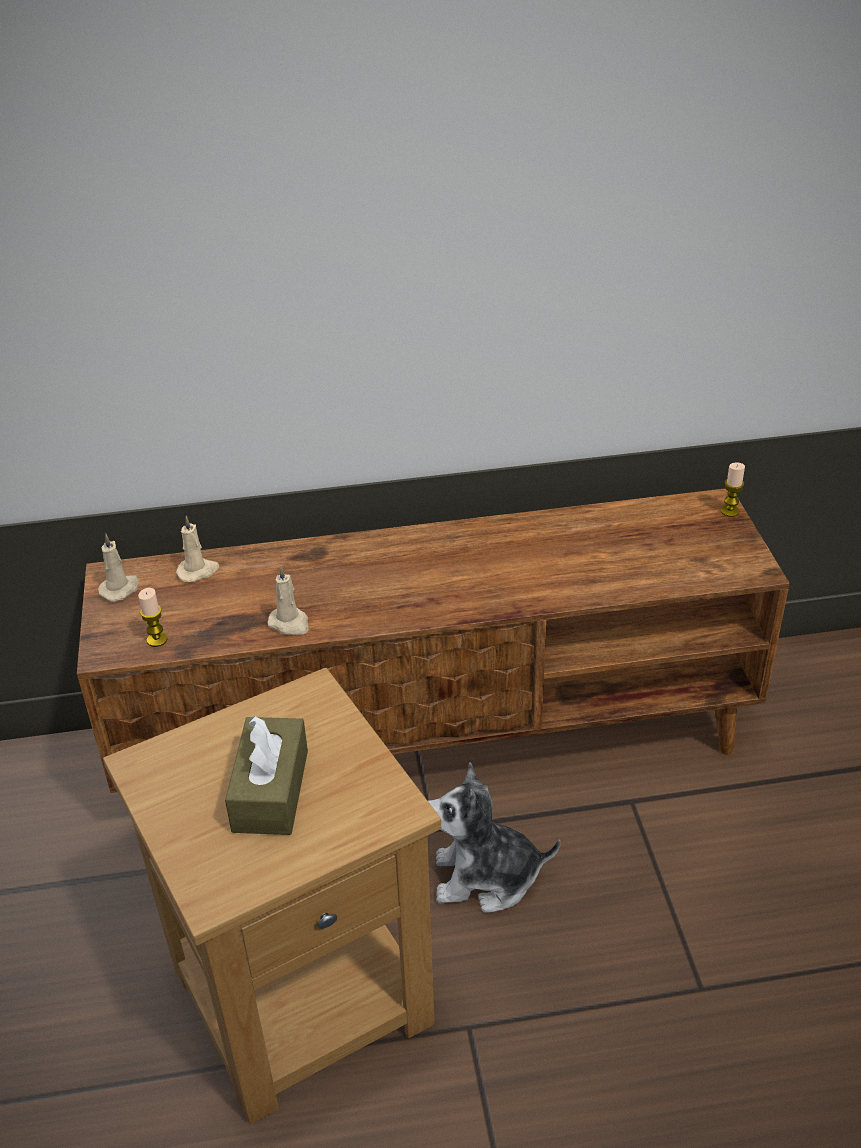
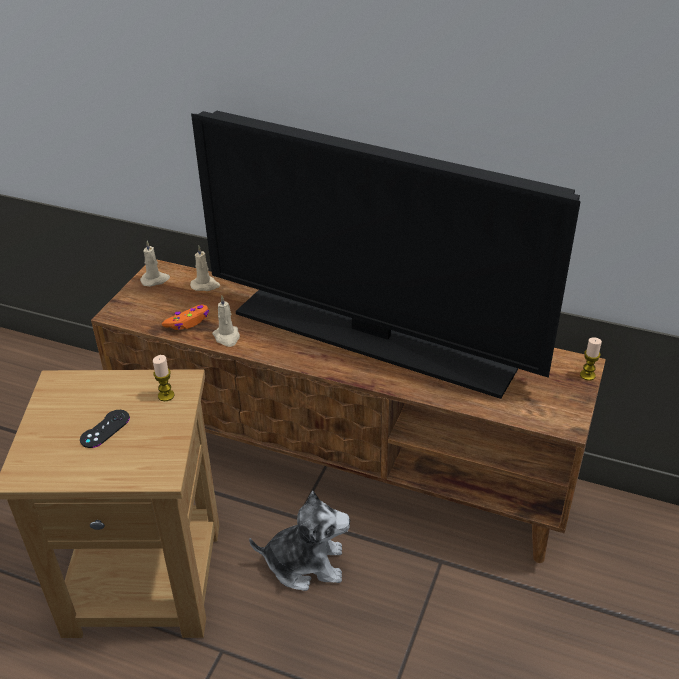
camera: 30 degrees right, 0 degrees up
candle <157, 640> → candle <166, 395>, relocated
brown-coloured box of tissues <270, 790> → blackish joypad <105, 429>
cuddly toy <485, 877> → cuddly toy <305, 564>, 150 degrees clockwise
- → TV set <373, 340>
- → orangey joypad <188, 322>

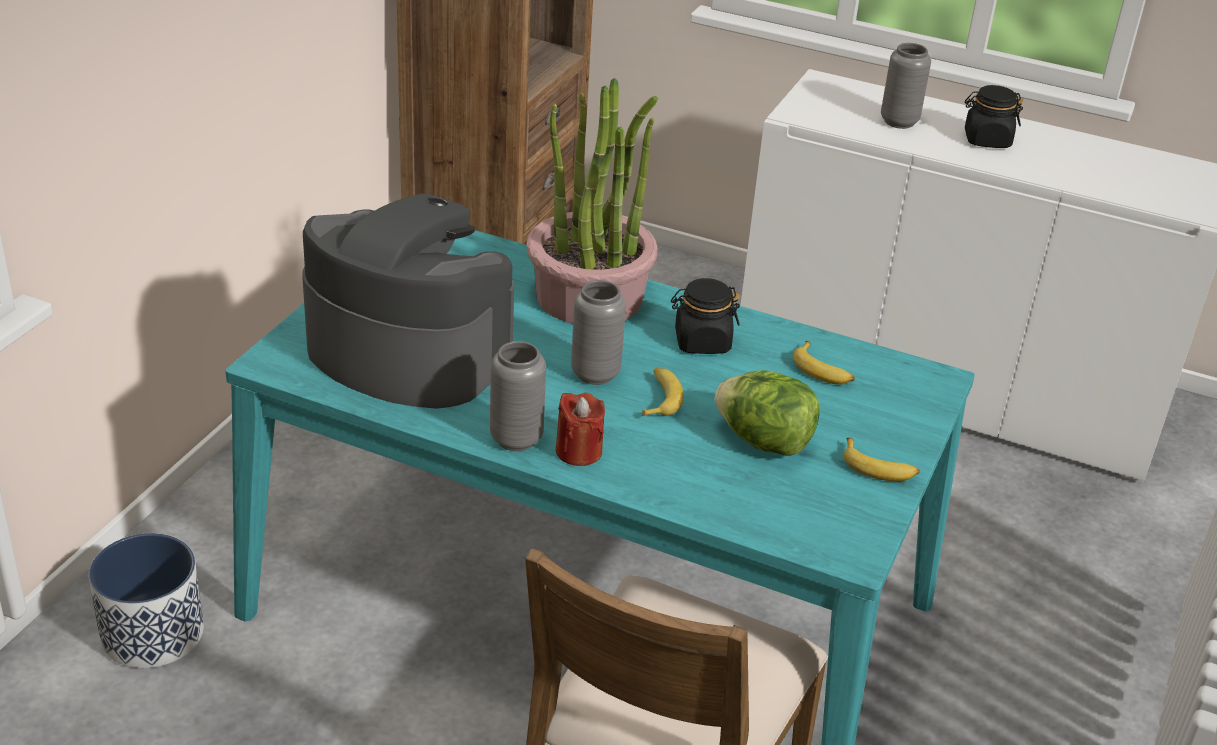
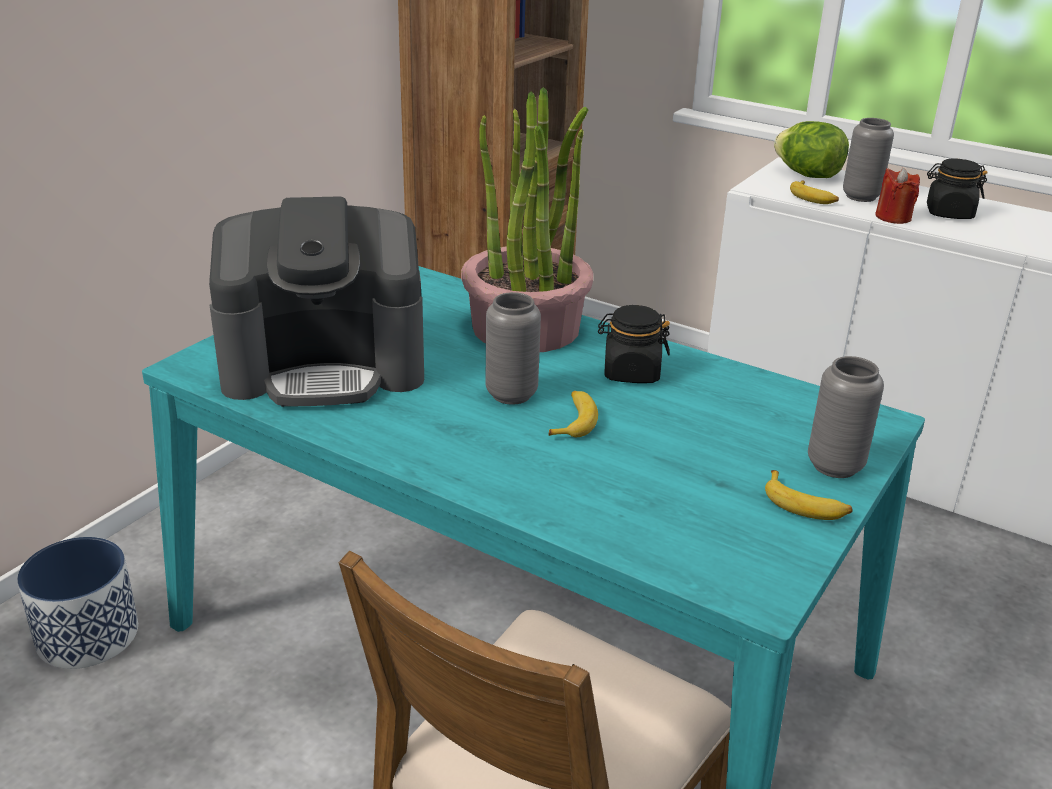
camera: 10 degrees right, 5 degrees down
coffee maker <406, 353> → coffee maker <325, 365>, 135 degrees clockwise
greyish decorative vase <516, 439> → greyish decorative vase <834, 466>, relocated
whole banana <822, 371> → whole banana <813, 198>, relocated
lettuce head <764, 442> → lettuce head <807, 175>, relocated
red candle <578, 451> → red candle <893, 217>, relocated

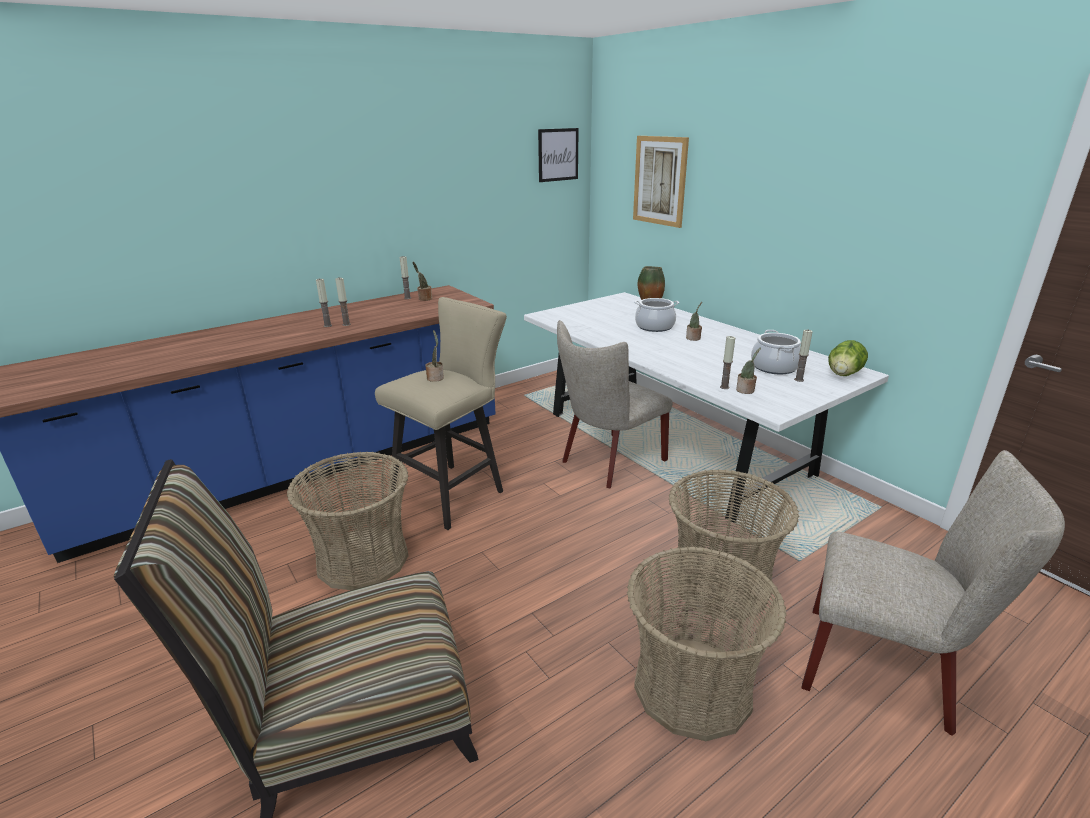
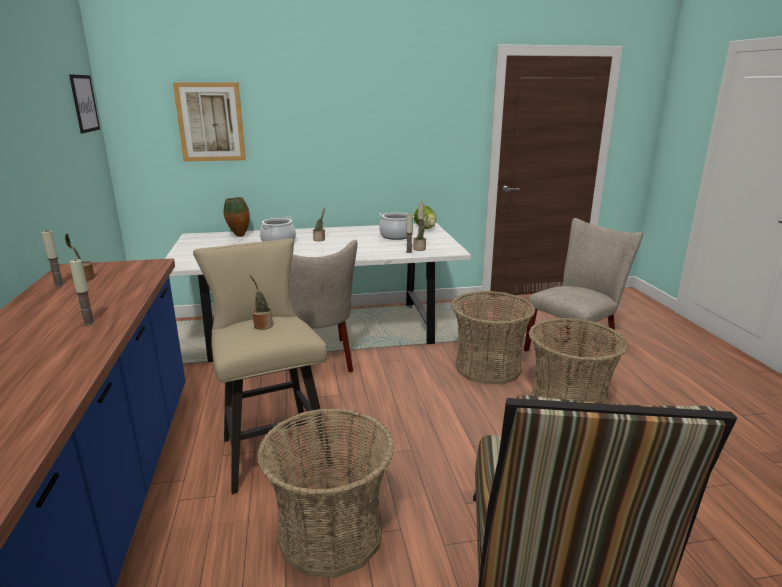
camera: 65 degrees left, 5 degrees down
candle <327, 325> → -

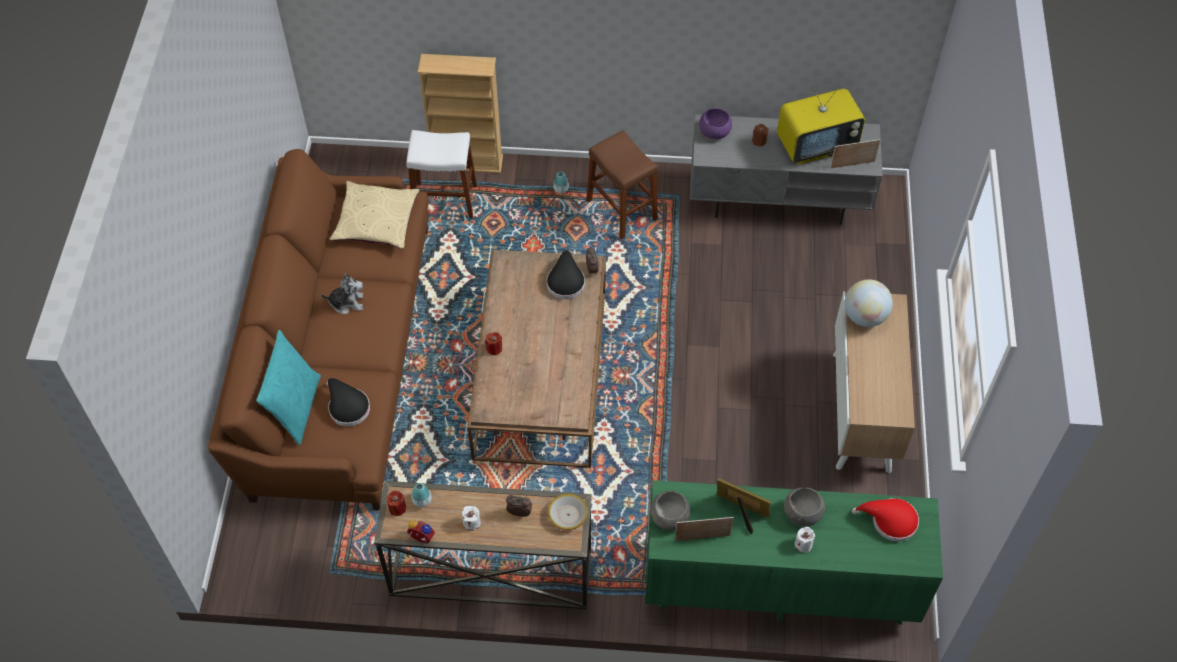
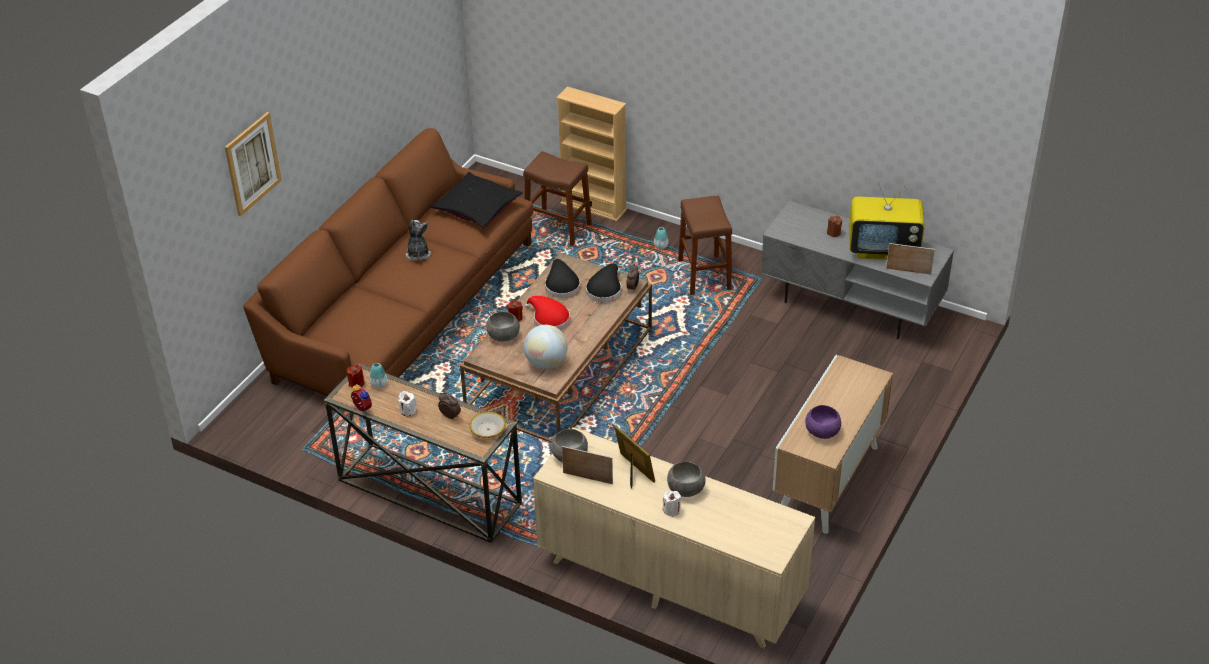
camera: 25 degrees right, 15 degrees down
purple serving bowl <715, 132> → purple serving bowl <822, 431>, relocated
white-coloured stool seat <445, 200> → brown-coloured stool seat <558, 228>
beige cushion <376, 221> → blackish cushion <476, 208>
cuddly toy <347, 302> → cuddly toy <418, 254>, 120 degrees counterclockwise
desk globe <864, 316> → desk globe <546, 363>, relocated
turquoise cushion <296, 408> → -
blackish hat <347, 407> → blackish hat <561, 285>, relocated
green-coloured dresser <779, 584> → beige dresser <670, 581>
red hat <890, 521> → red hat <549, 319>, relocated
- → wall art <252, 163>
- → greyish serving bowl <503, 335>

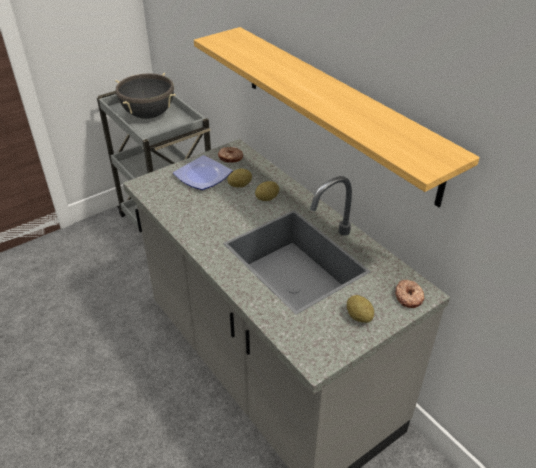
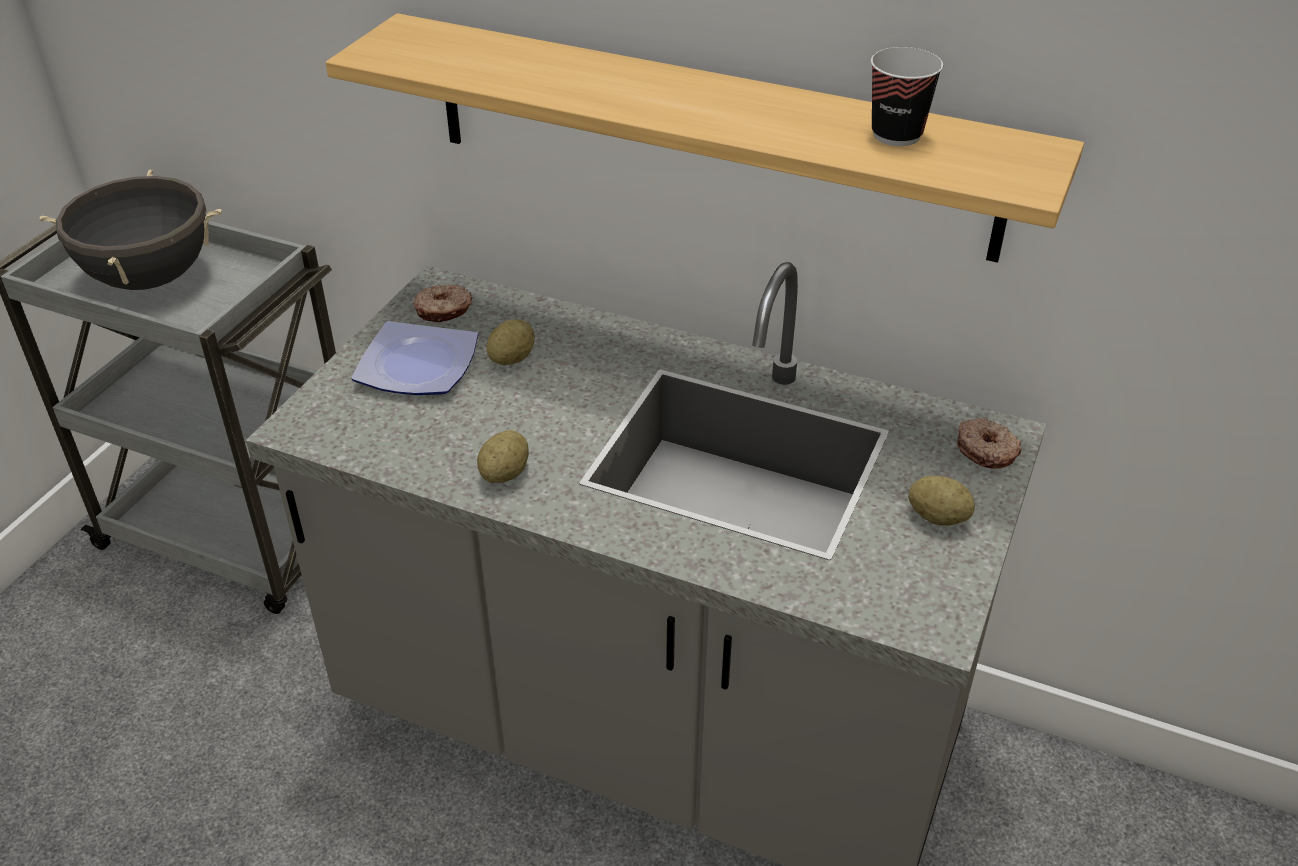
camera: 30 degrees left, 0 degrees up
whole potato <267, 198> → whole potato <505, 473>, relocated
- → drinking cup <896, 135>

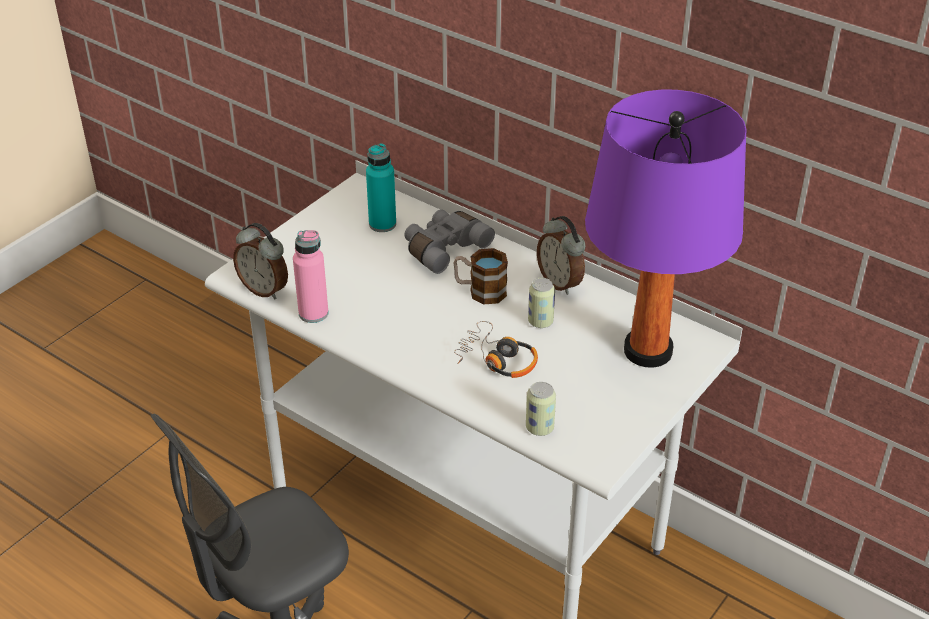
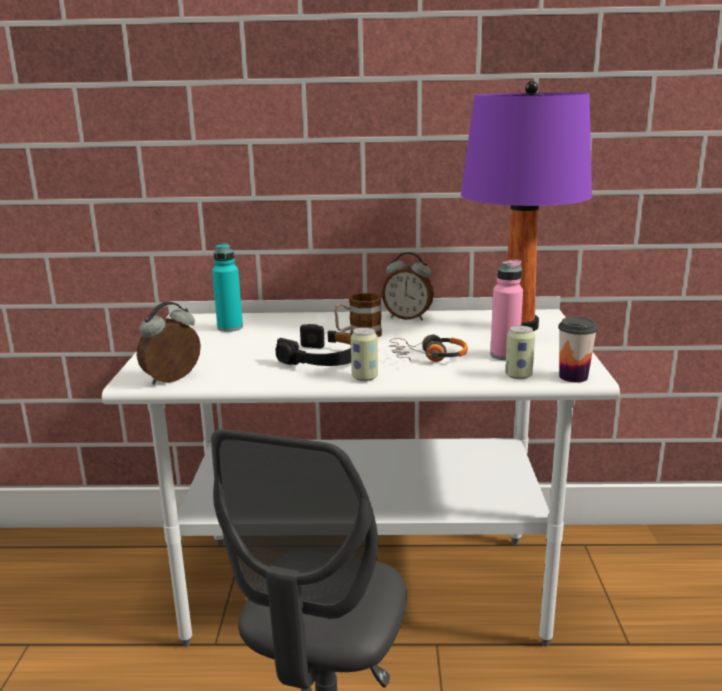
camera: 35 degrees left, 20 degrees down
greyish pair of binoculars <444, 248> → -
table clock <265, 289> → table clock <173, 380>, 135 degrees clockwise
pink bottle <313, 313> → pink bottle <504, 355>, relocated
sealed can <540, 322> → sealed can <364, 377>, relocated
- → drinking cup <573, 377>
- → blackish pair of headphones <323, 358>

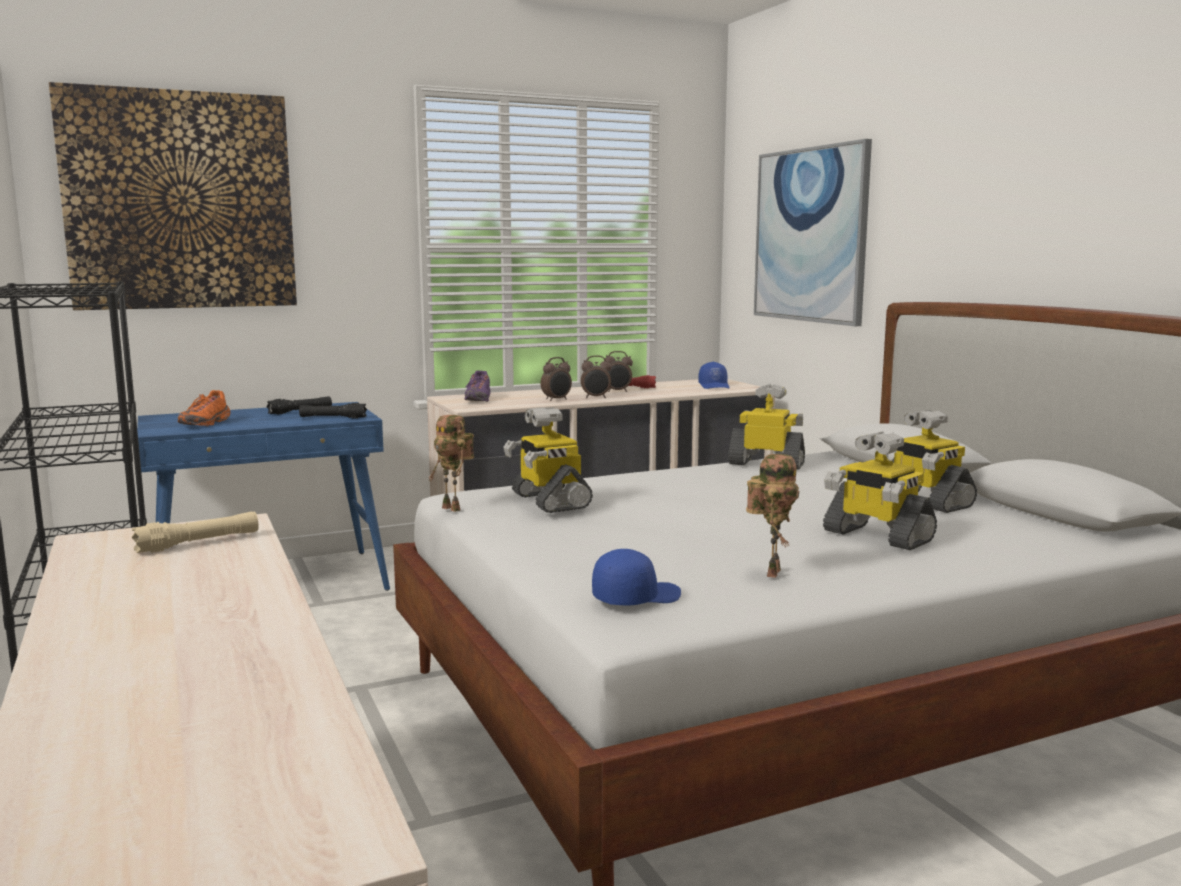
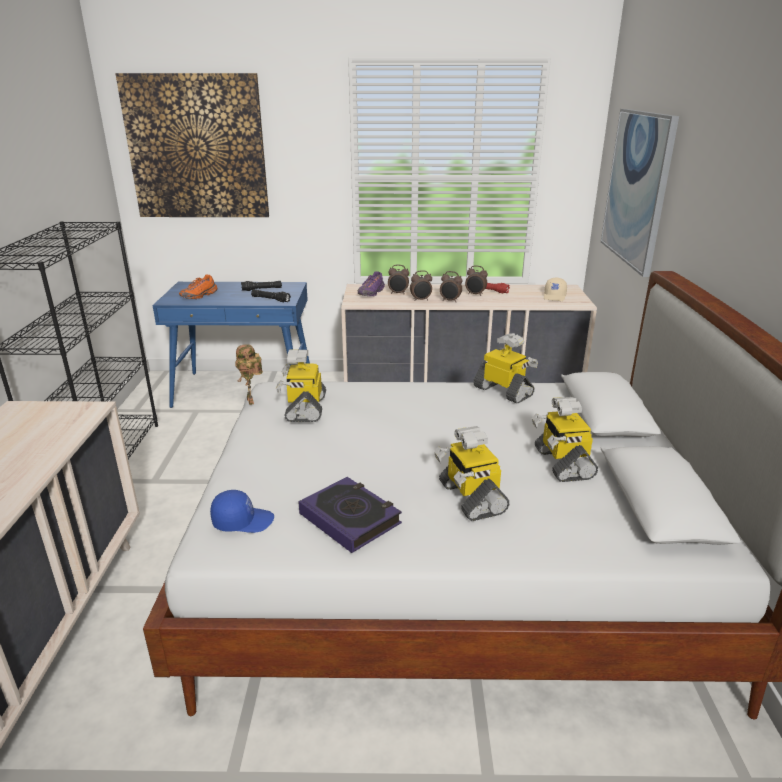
camera: 25 degrees right, 15 degrees up
blue-coloured peaked cap <714, 386> → beige peaked cap <555, 297>
model robot <770, 572> → book <350, 518>
beige torch <198, 543> → -
- → table clock <398, 293>

